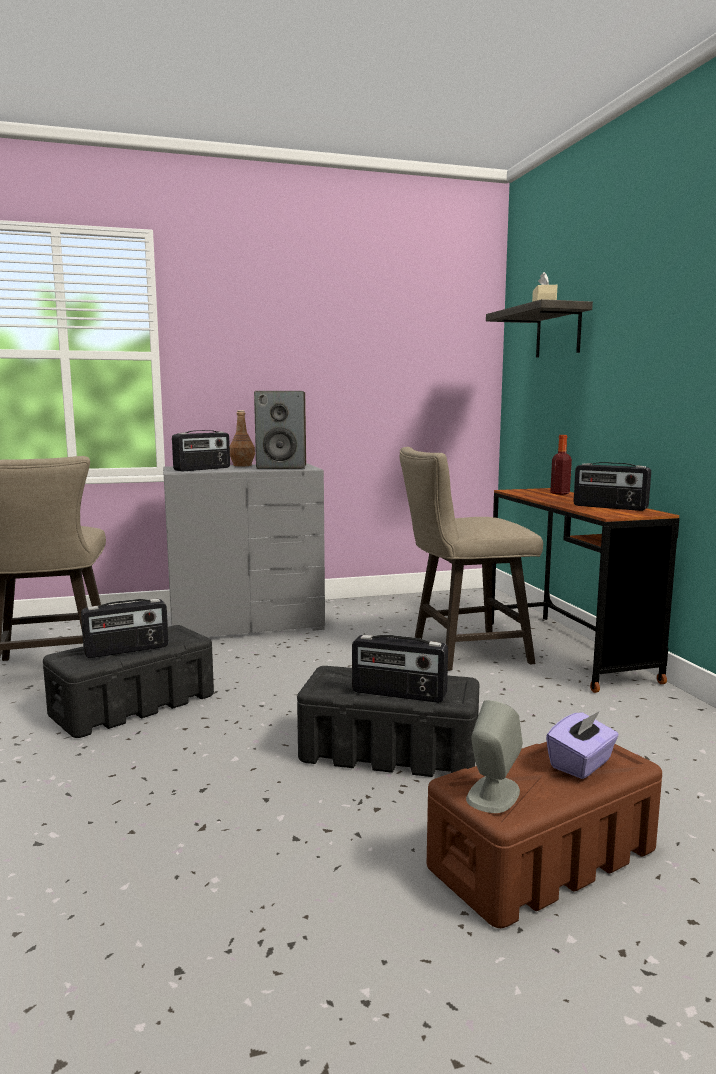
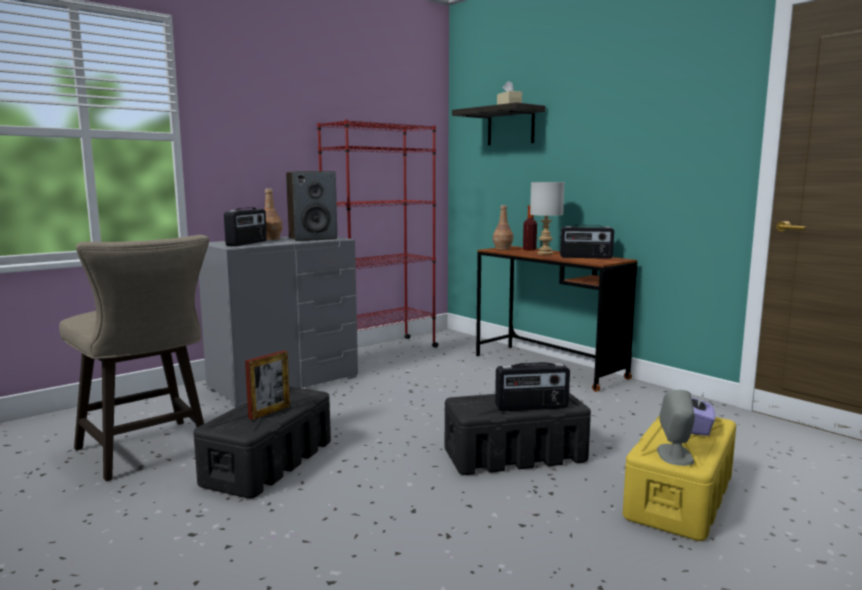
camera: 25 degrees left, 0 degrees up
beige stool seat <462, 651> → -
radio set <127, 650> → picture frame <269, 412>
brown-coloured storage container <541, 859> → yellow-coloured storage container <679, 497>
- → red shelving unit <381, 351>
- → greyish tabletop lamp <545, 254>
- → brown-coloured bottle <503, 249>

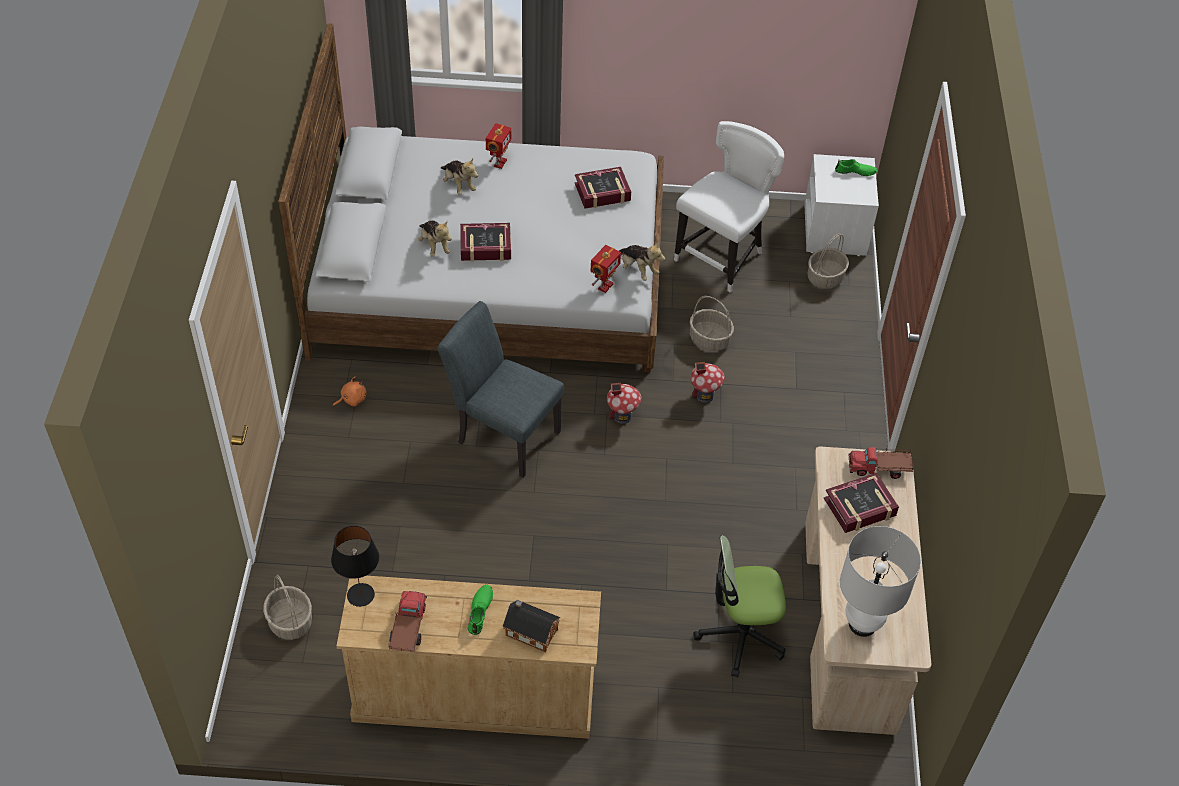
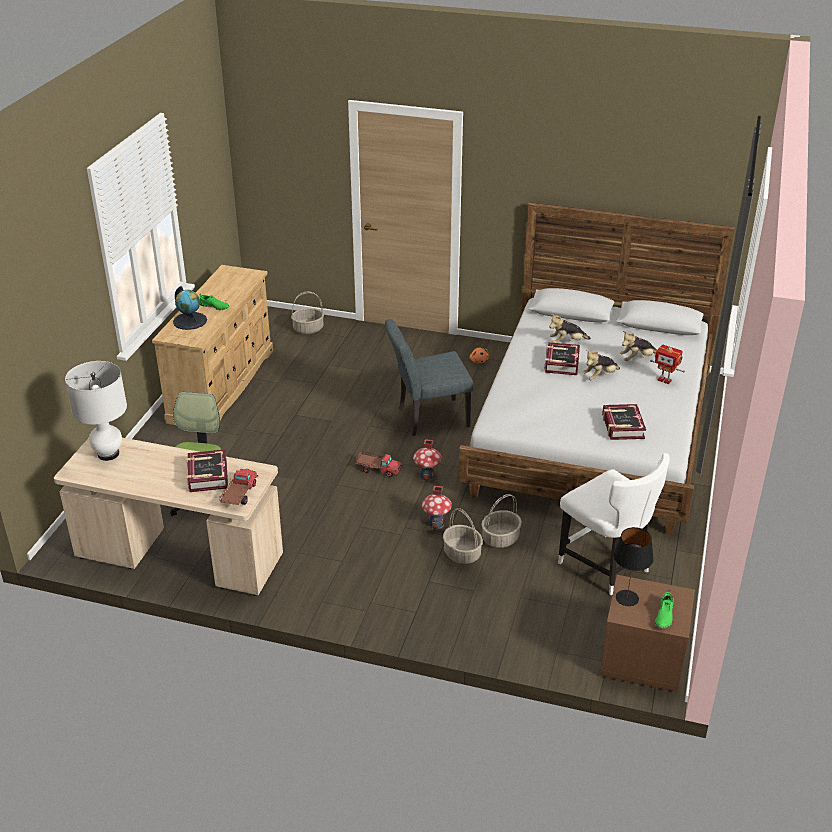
camera: 105 degrees right, 15 degrees down
white-coloured nightstand <835, 231> → brown-coloured nightstand <641, 660>
basket <825, 277> → basket <462, 554>, relocated
cuddly toy <637, 270> → cuddly toy <600, 376>, relocated
model robot <604, 286> → -
greyish upright chair <502, 434> → greyish upright chair <427, 418>, 150 degrees counterclockwise
blackish tabletop lamp <361, 595> → blackish tabletop lamp <627, 598>, relocated
model truck <408, 628> → model truck <378, 469>, relocated
model house <530, 631> → desk globe <190, 321>

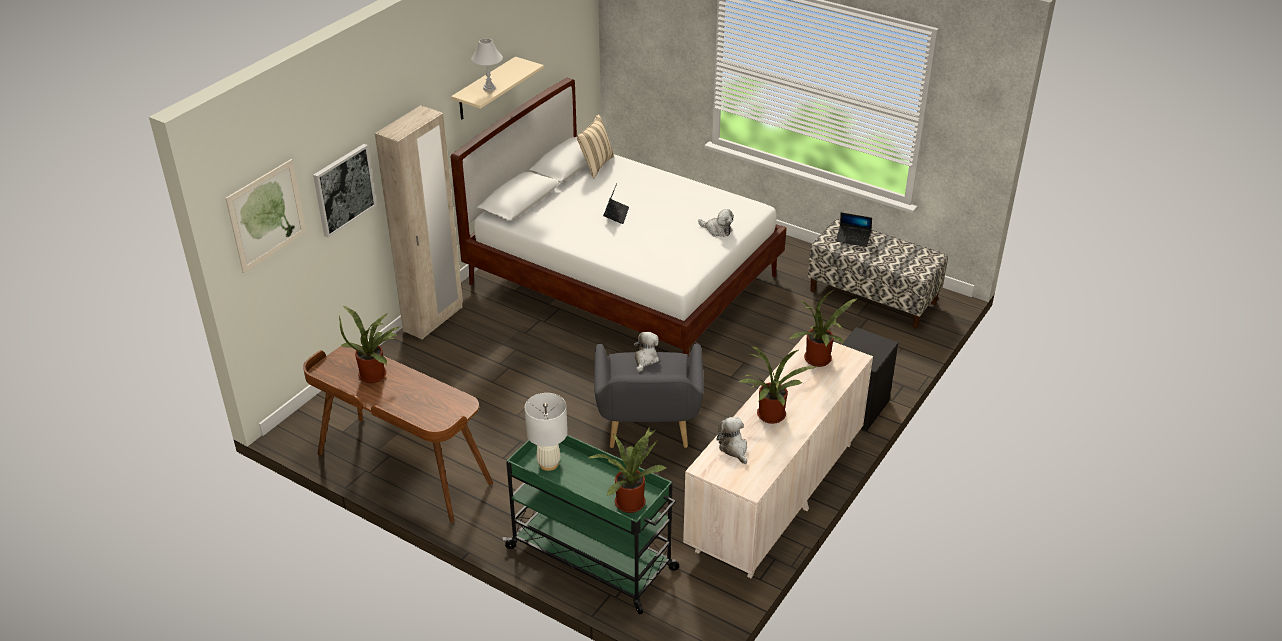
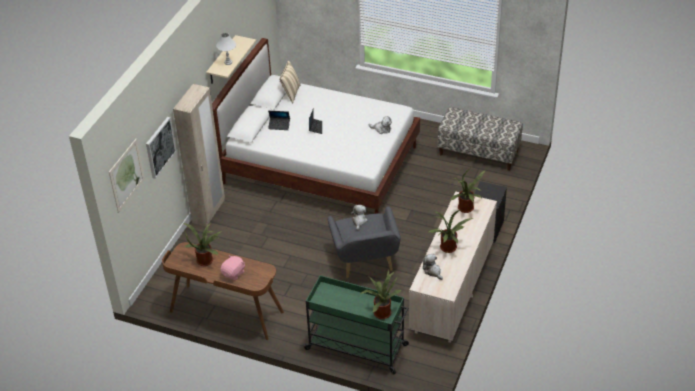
camera: 10 degrees left, 5 degrees up
portable computer <853, 239> → portable computer <279, 125>, relocated
white-coloured tabletop lamp <549, 464> → -
- → pink cuddly toy <234, 273>

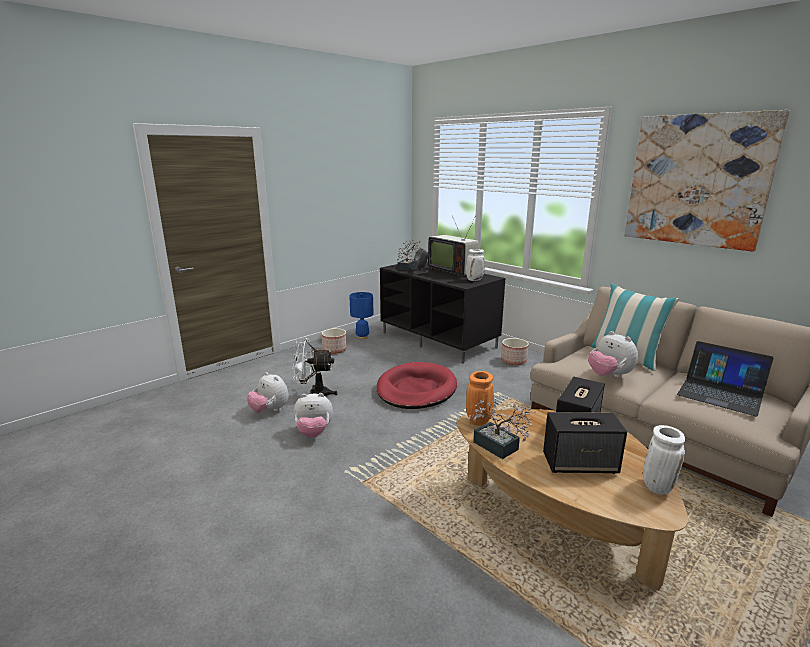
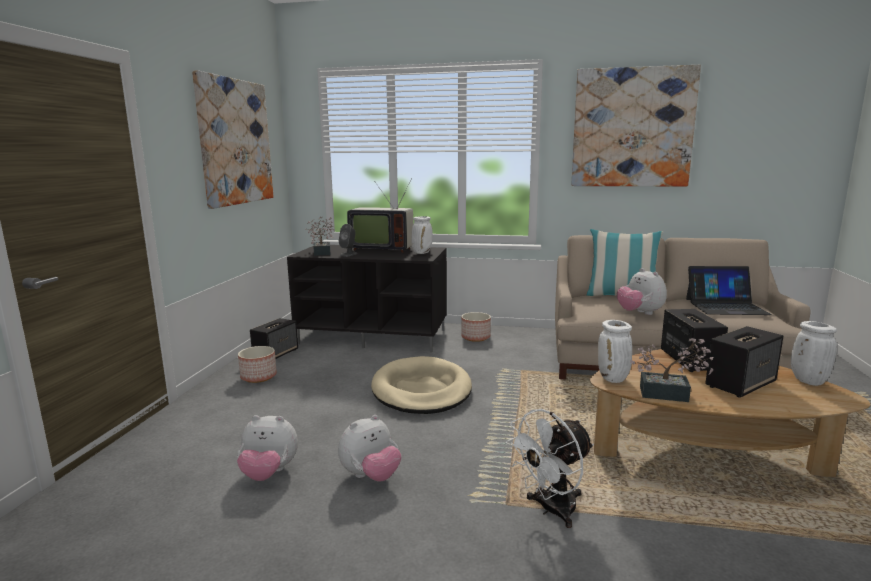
camera: 35 degrees left, 5 degrees down
blue-coloured tabletop lamp <362, 337> → speaker <276, 354>
cuddly toy <609, 376> → cuddly toy <639, 313>, 45 degrees clockwise
white-coloured cooling fan <314, 394> → white-coloured cooling fan <551, 510>, relocated
red dog bed <416, 389> → beige dog bed <421, 390>
orangey decorative vase <479, 422> → white-coloured decorative vase <613, 379>
- → wall art <235, 142>

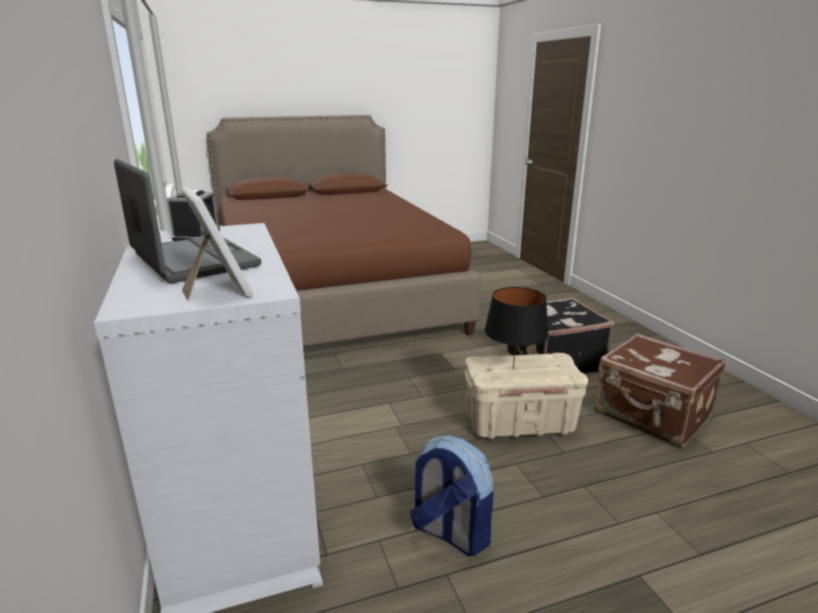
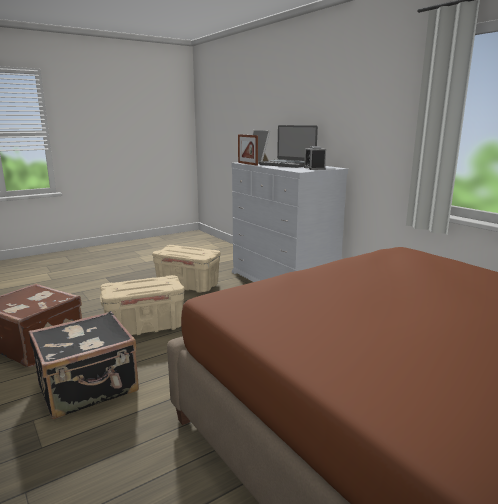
camera: 165 degrees right, 5 degrees down
blackish tabletop lamp <513, 368> → -
rucksack <449, 533> → beige storage container <188, 285>
- → picture frame <247, 164>

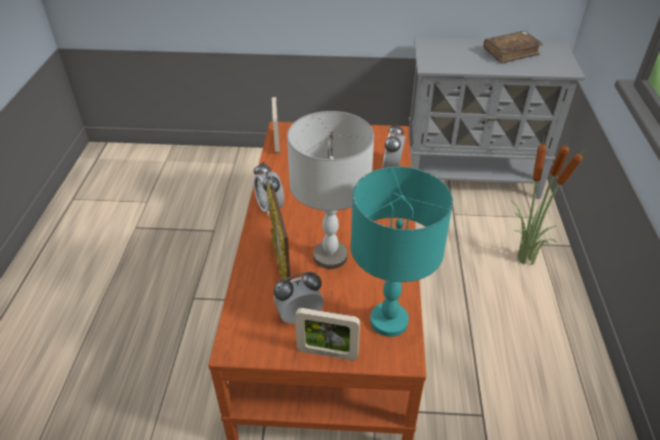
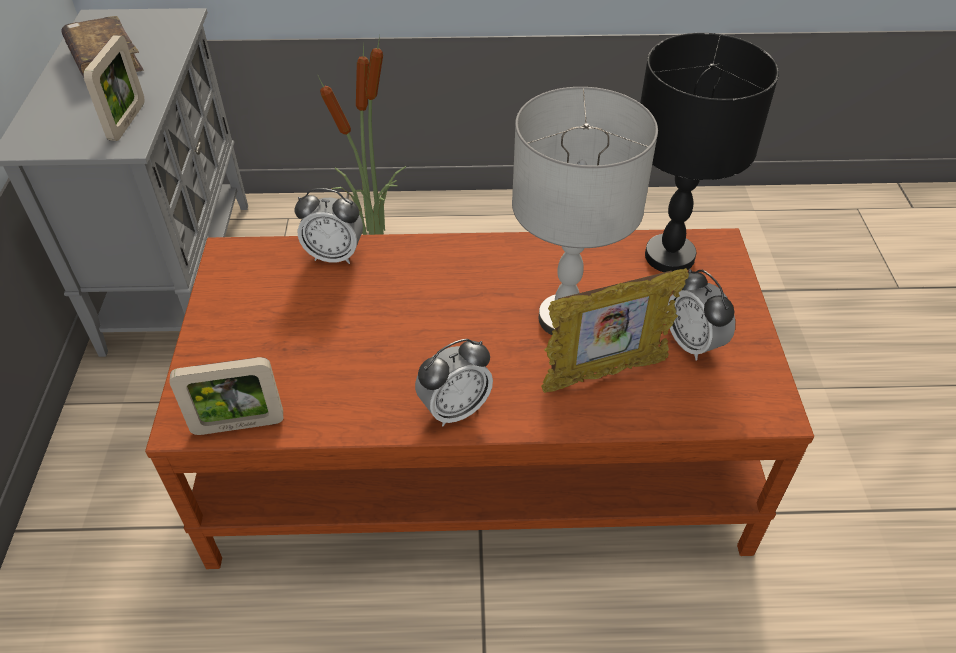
camera: 95 degrees left, 5 degrees up
turquoise tabletop lamp <389, 321> → blackish tabletop lamp <669, 256>
picture frame <327, 353> → picture frame <127, 121>, relocated

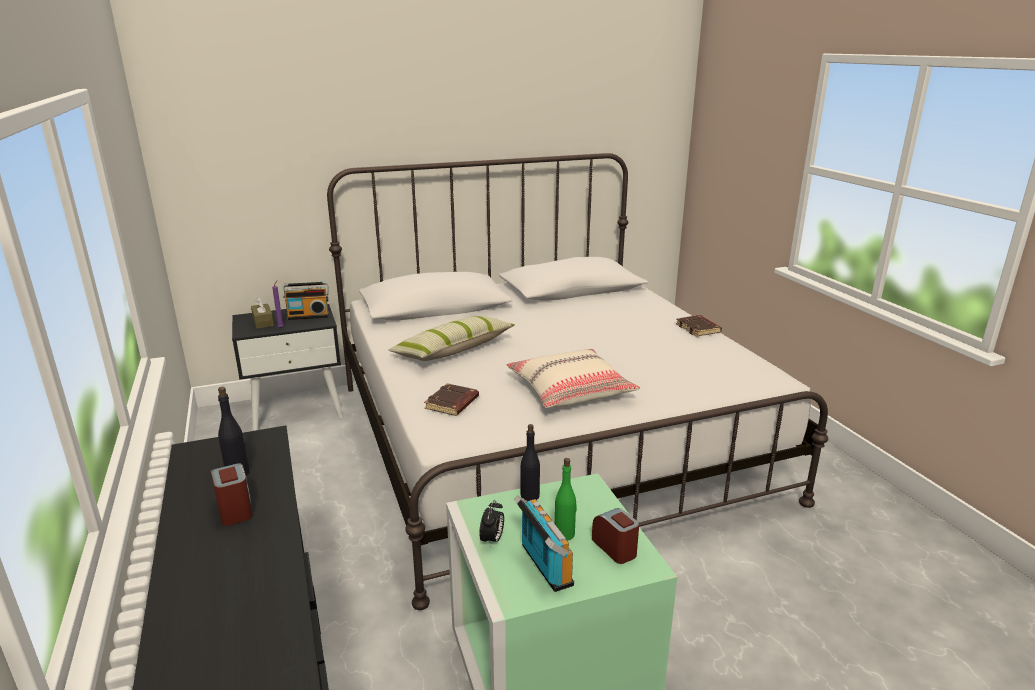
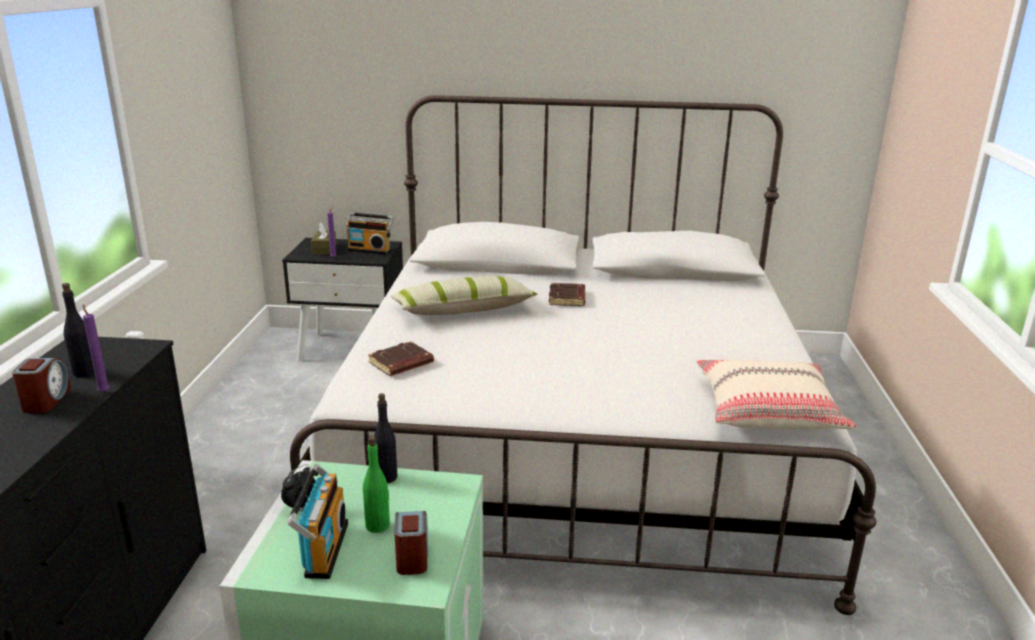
camera: 25 degrees right, 0 degrees up
brown-coloured book <699, 329> → brown-coloured book <568, 299>, relocated
beige cushion <570, 390> → beige cushion <768, 410>, relocated
- → purple candle <103, 391>

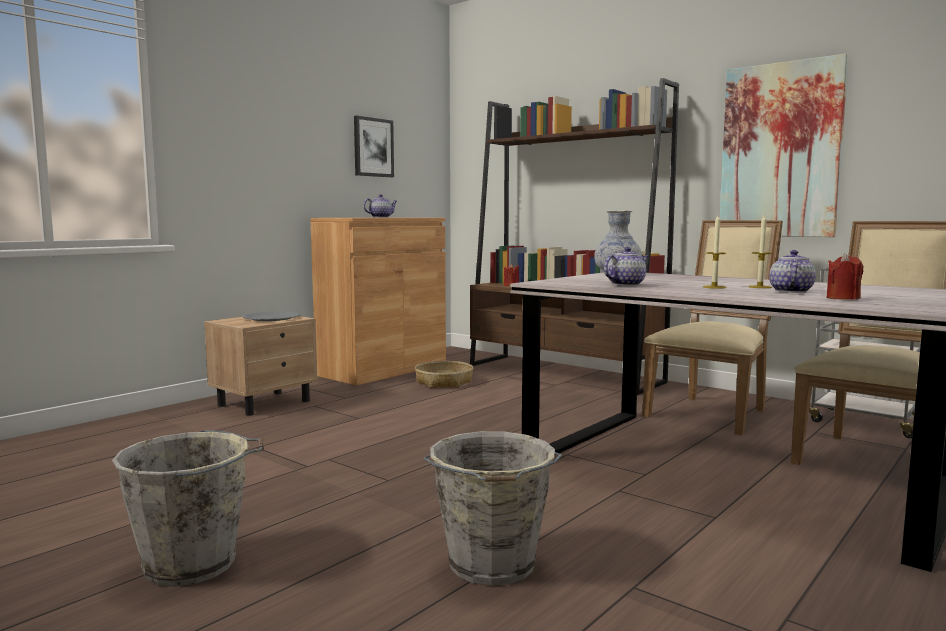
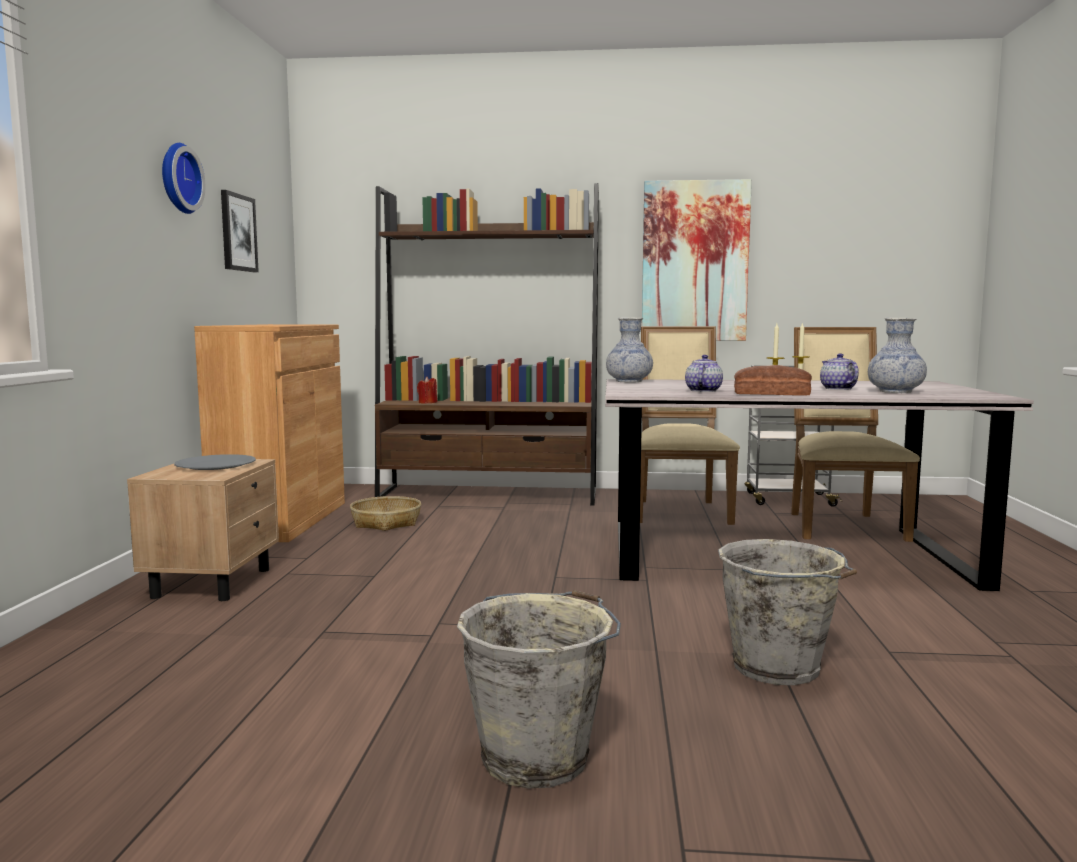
camera: 35 degrees left, 0 degrees up
pot for tea <381, 217> → -
red candle <843, 298> → decorative vase <895, 391>
- → hanging clock <177, 178>
- → baked bread <772, 393>

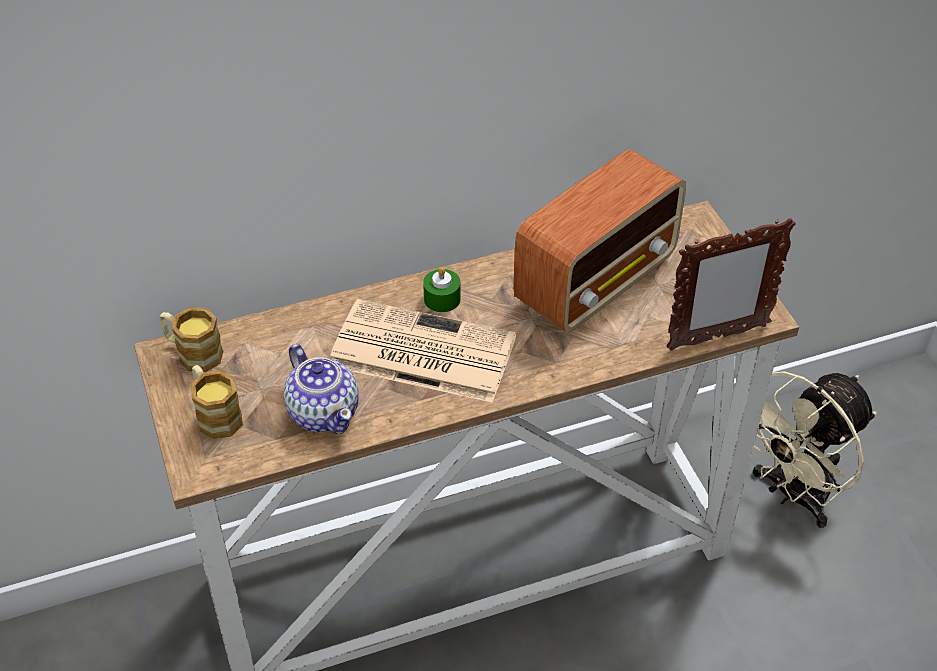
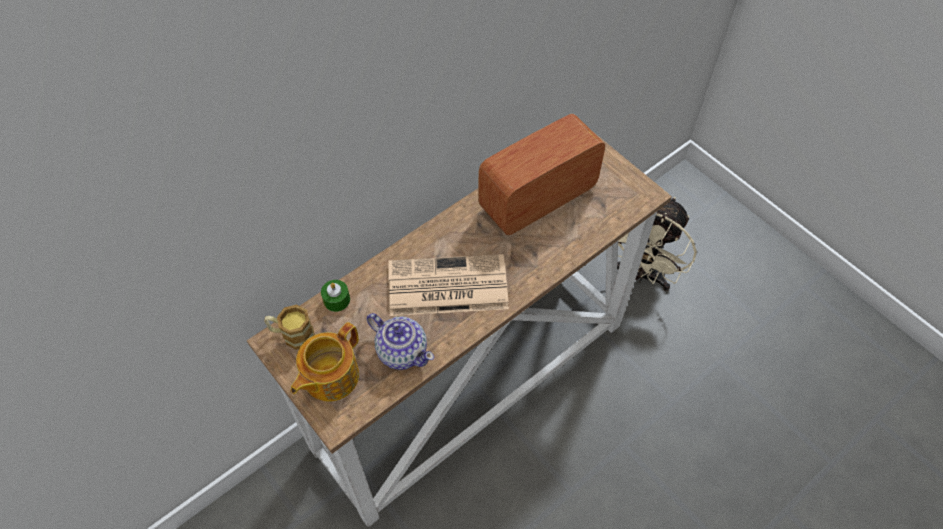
camera: 20 degrees left, 10 degrees up
radio set <597, 280> → radio set <536, 199>, 150 degrees counterclockwise
picture frame <717, 337> → -
green-coloured candle <442, 299> → green-coloured candle <336, 300>, relocated
tea mug <215, 414> → pot for tea <329, 376>

